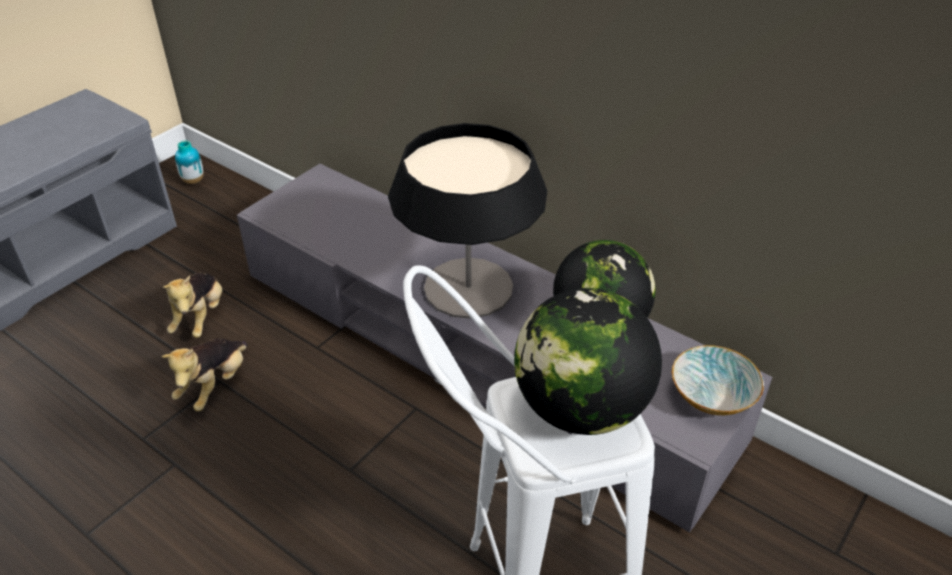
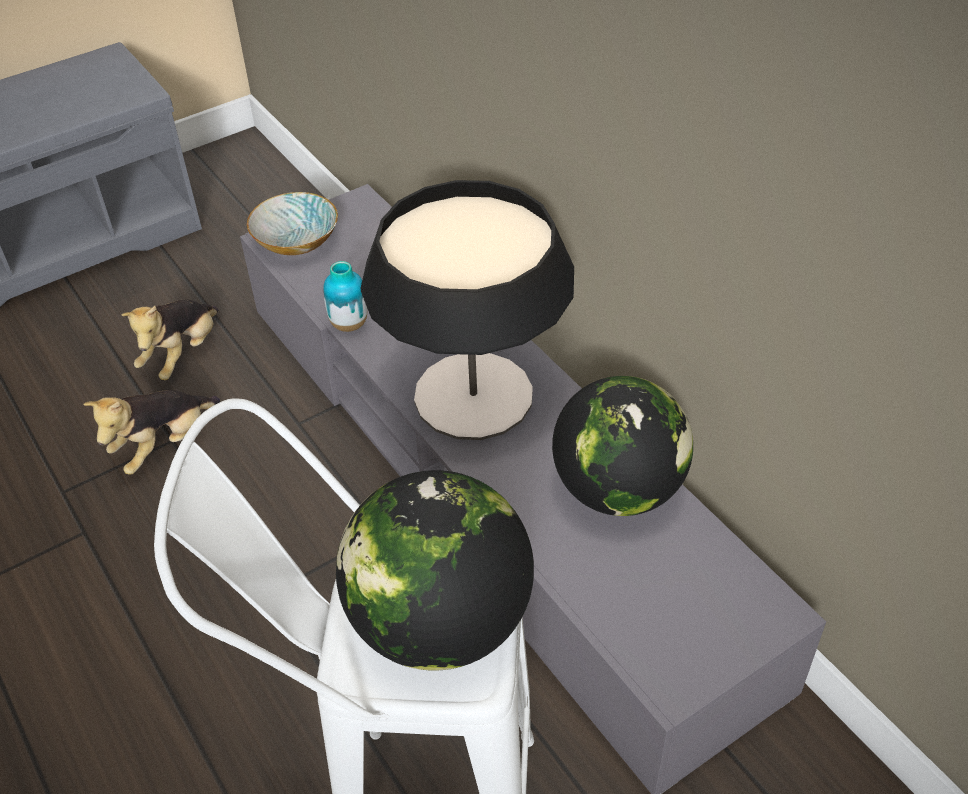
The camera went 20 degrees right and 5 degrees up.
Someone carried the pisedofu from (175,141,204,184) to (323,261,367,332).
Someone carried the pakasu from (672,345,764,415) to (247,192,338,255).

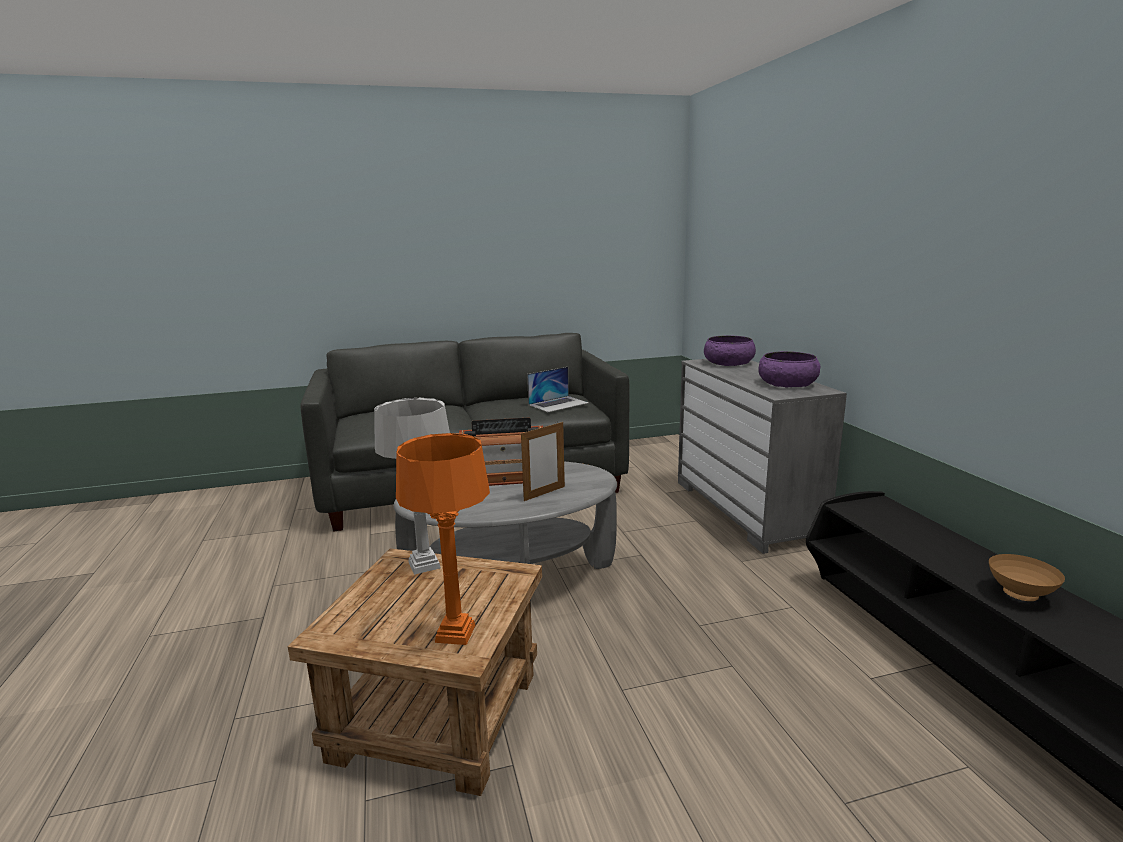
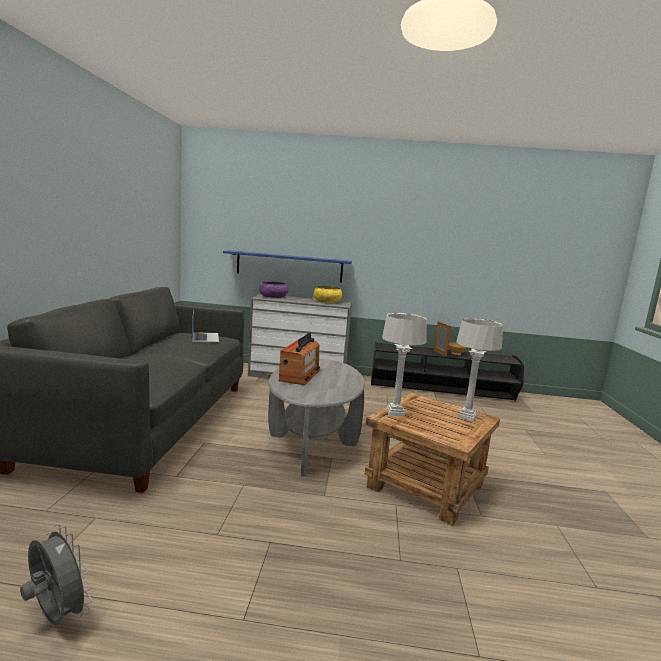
The camera went 70 degrees left and 5 degrees down.
Someone put down the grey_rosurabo at (20,524,92,626).
Someone put up the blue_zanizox at (223,250,352,283).
Someone carried the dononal from (521,421,565,501) to (434,322,451,356).
Someone repainted the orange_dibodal at (396,433,490,645), which became the grey_dibodal at (456,318,503,422).
Someone repainted the purple_pakasu at (759,351,820,387), which became the yellow_pakasu at (313,286,342,303).

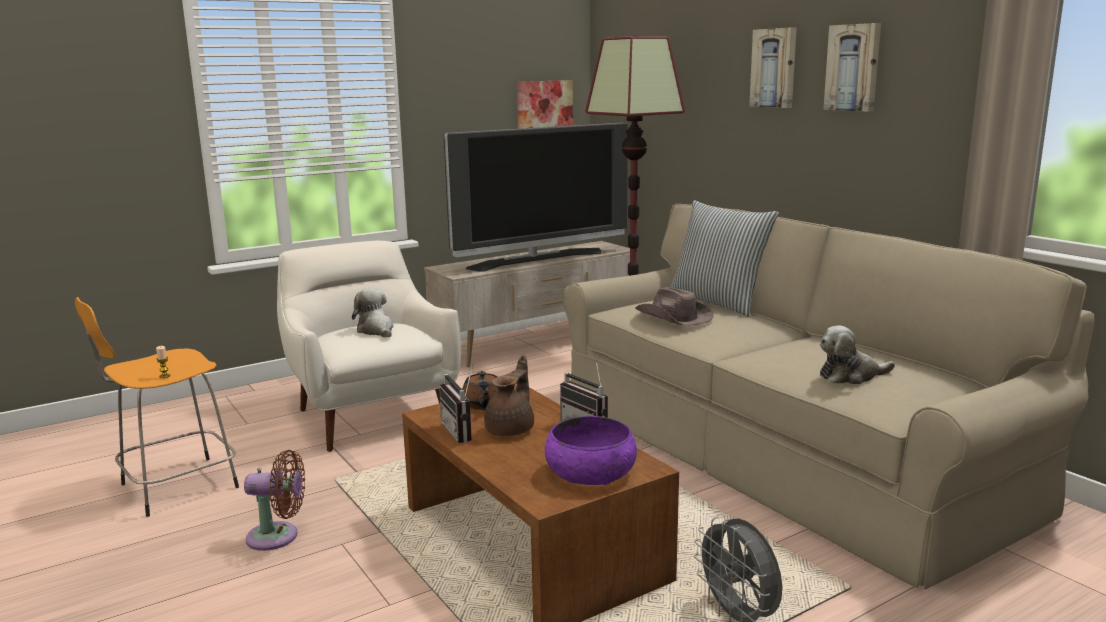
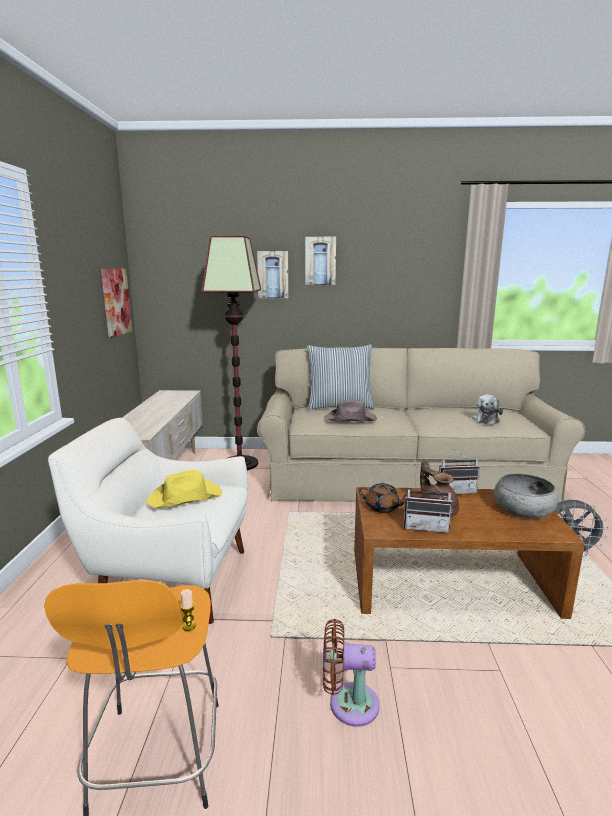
The camera went 55 degrees left and 0 degrees up.
Someone took away the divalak at (443,123,628,272).
Someone carried the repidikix from (823,23,881,112) to (257,251,289,298).
Someone swapped the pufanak at (352,288,394,338) for the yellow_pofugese at (146,470,222,508).
Someone repainted the purple_pakasu at (545,416,637,485), which became the grey_pakasu at (494,473,558,519).
Someone rotated the brown_rosurabo at (244,450,305,551) by 120 degrees counterclockwise.

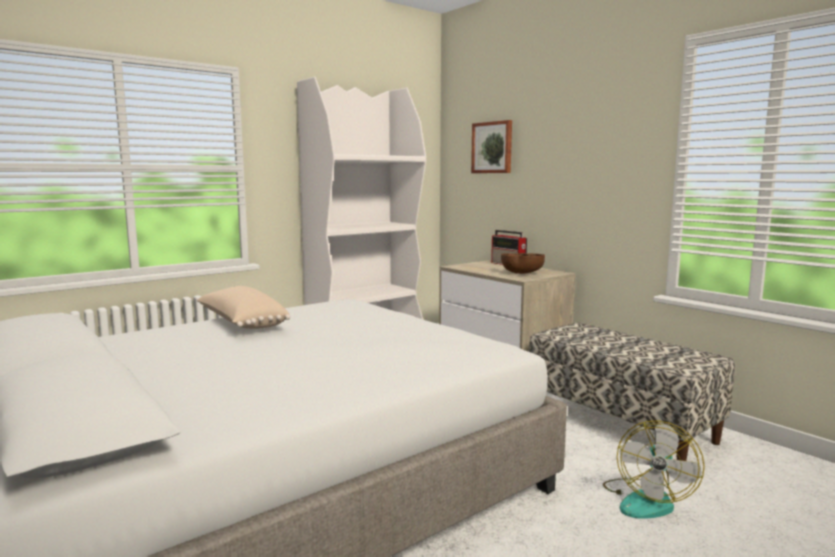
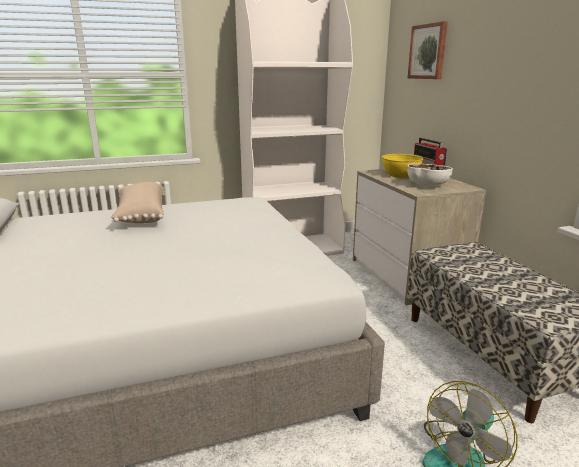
The camera went 20 degrees right and 10 degrees up.
Someone put down the yellow_pakasu at (382,154,423,178).
Someone repainted the brown_pakasu at (501,253,545,274), which became the white_pakasu at (407,164,453,186).

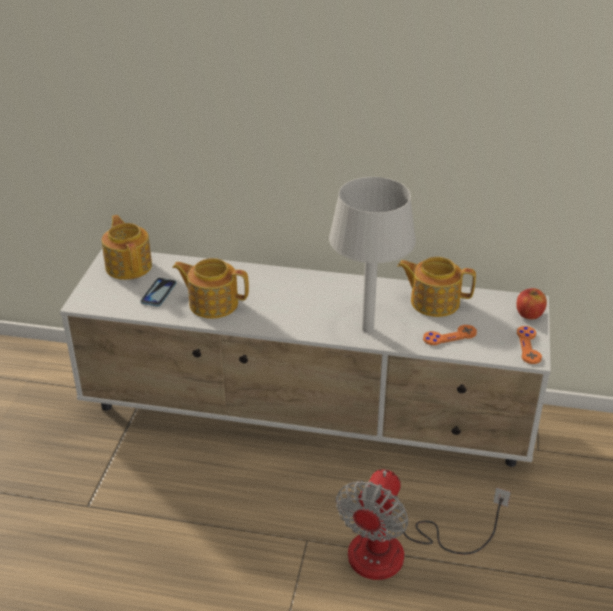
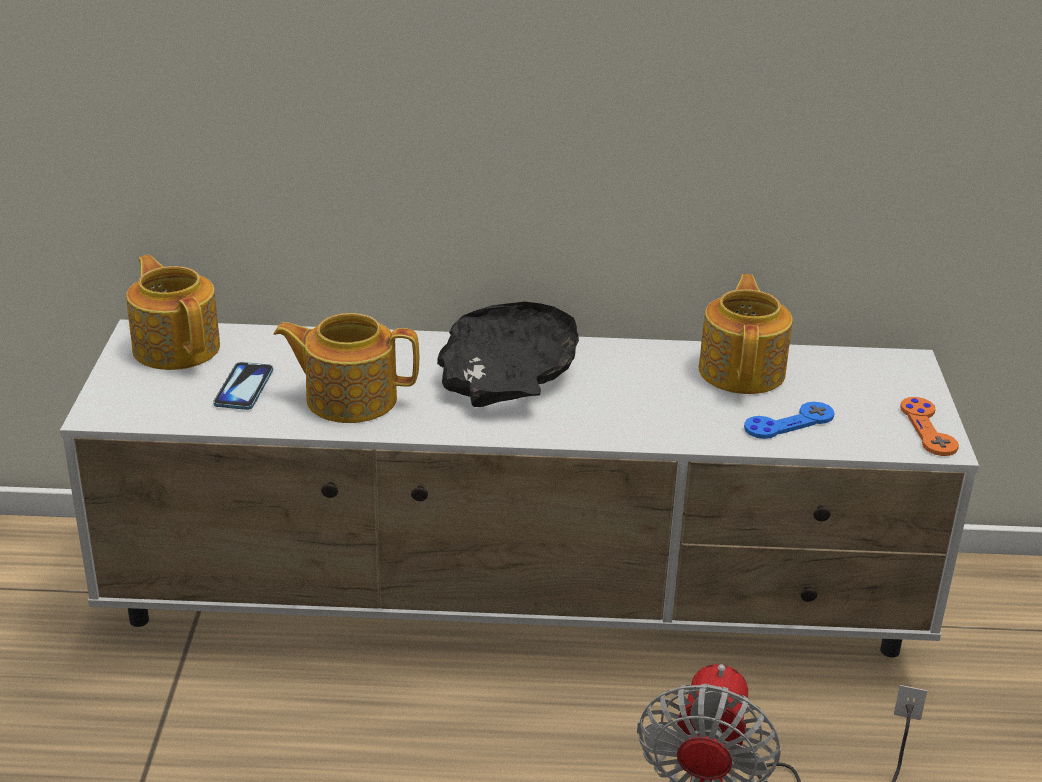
The camera went 10 degrees left and 5 degrees down.
Someone took away the grey_dibodal at (329,177,416,333).
Someone took away the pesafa at (516,288,547,320).
Someone put down the black_pakasu at (437,302,579,407).
Someone repainted the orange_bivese at (423,325,477,345), which became the blue_bivese at (744,402,835,439).
Someone rotated the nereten at (397,257,476,317) by 90 degrees clockwise.

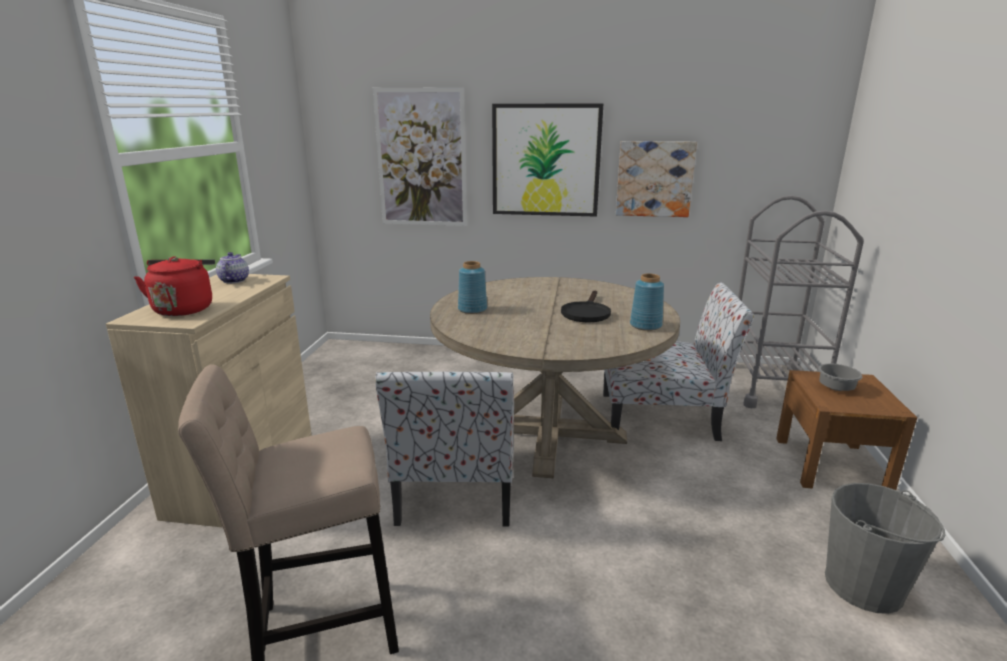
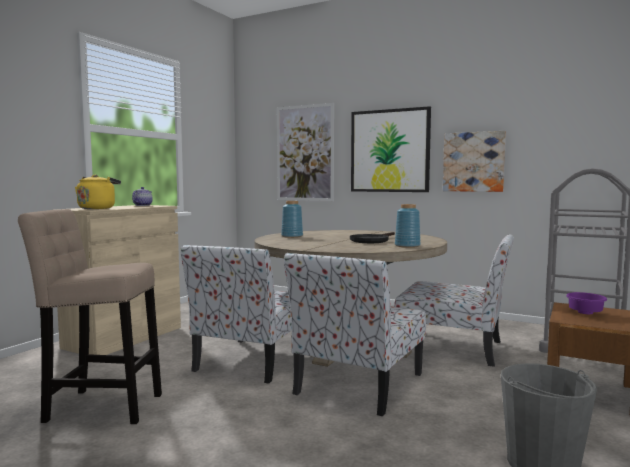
The camera went 20 degrees right and 15 degrees down.
Someone put down the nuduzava at (284,253,426,416).
Someone repainted the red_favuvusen at (134,256,215,316), which became the yellow_favuvusen at (75,175,121,209).
Someone repainted the grey_pakasu at (818,364,862,391), which became the purple_pakasu at (566,292,607,314).

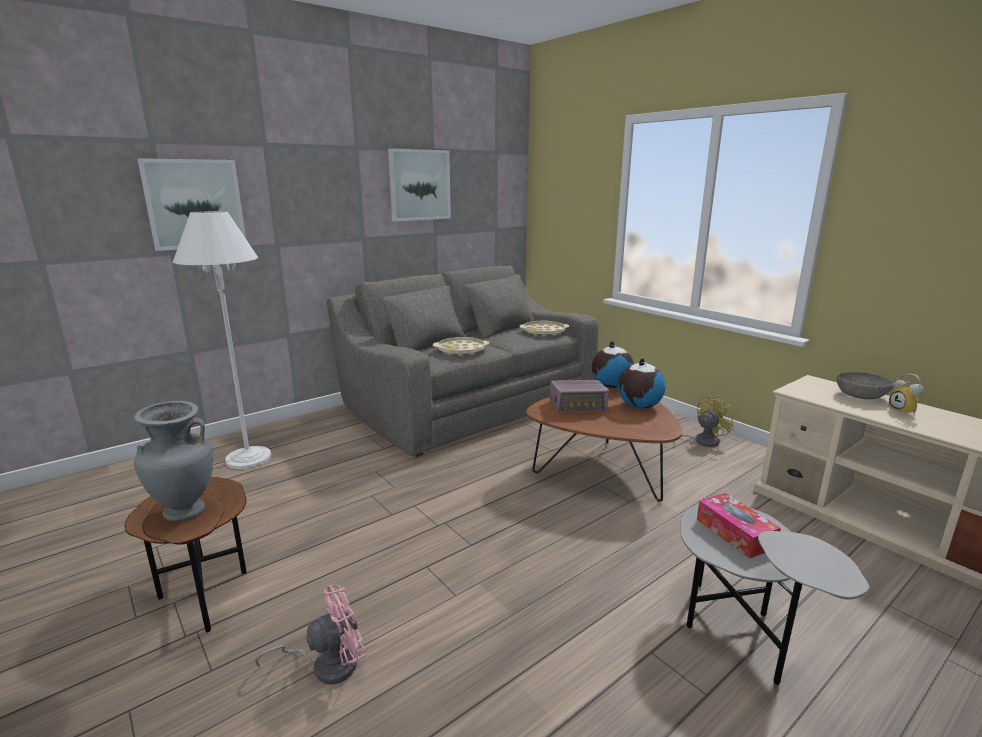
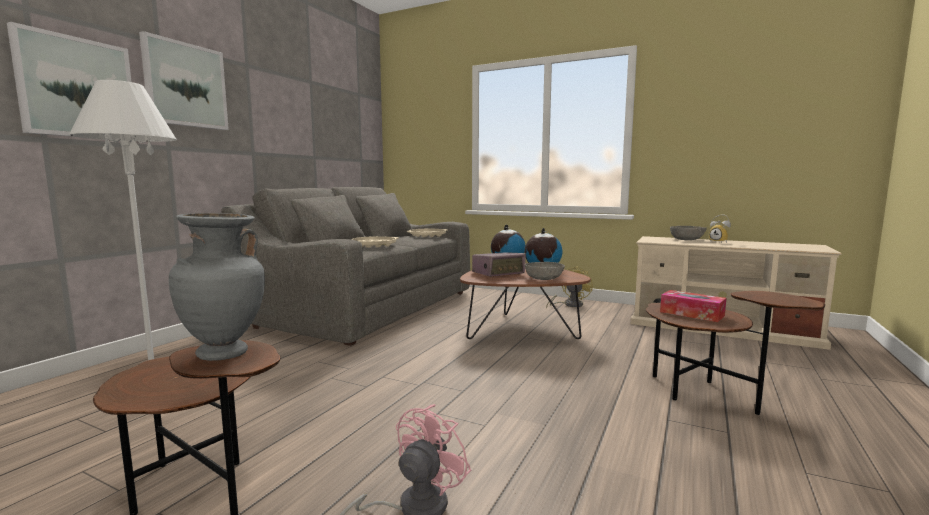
The camera went 25 degrees left and 10 degrees down.
Someone put down the grey_pakasu at (525,262,565,280).
Someone carried the repidikix from (388,148,451,221) to (139,31,229,130).
Someone repainted the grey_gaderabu at (680,503,869,685), which became the brown_gaderabu at (646,291,825,415).

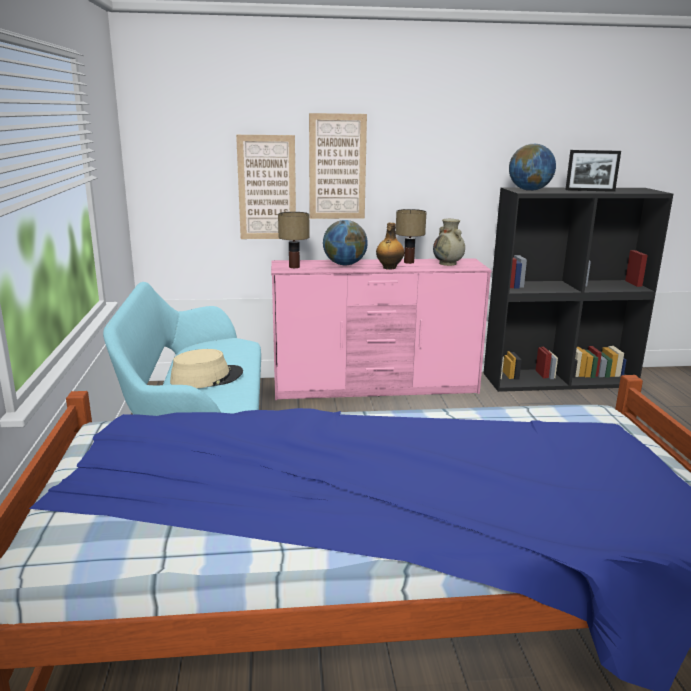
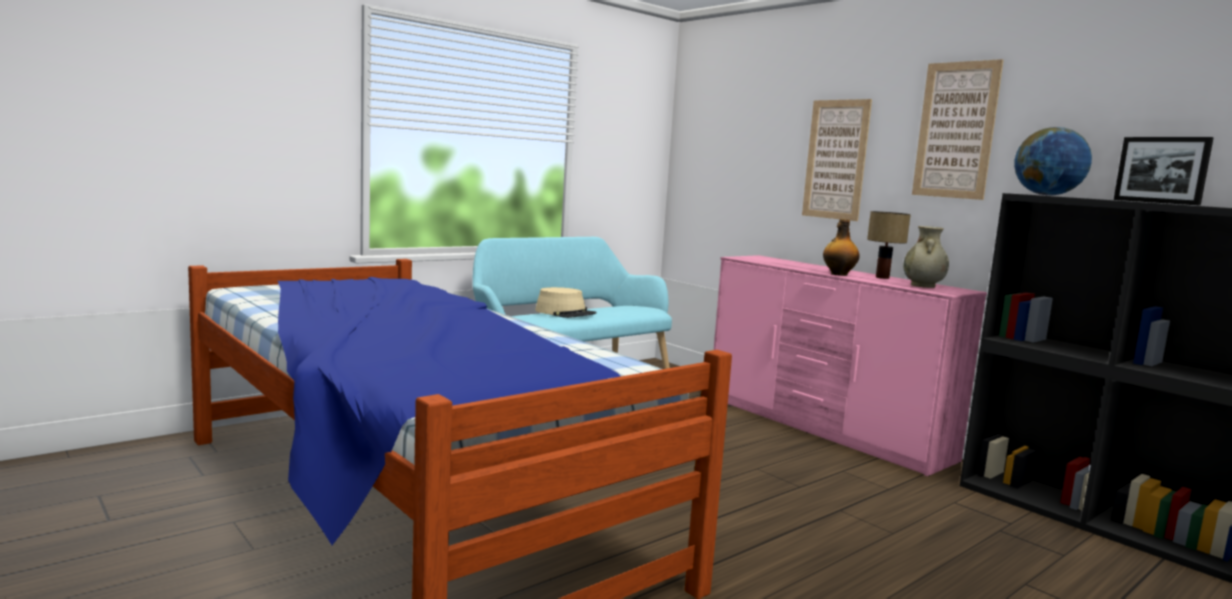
The camera went 55 degrees right and 10 degrees down.
Someone took away the dibodal at (278,212,310,268).
Someone took away the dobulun at (323,220,368,265).
Someone carried the repidikix from (236,135,296,239) to (912,59,1003,200).

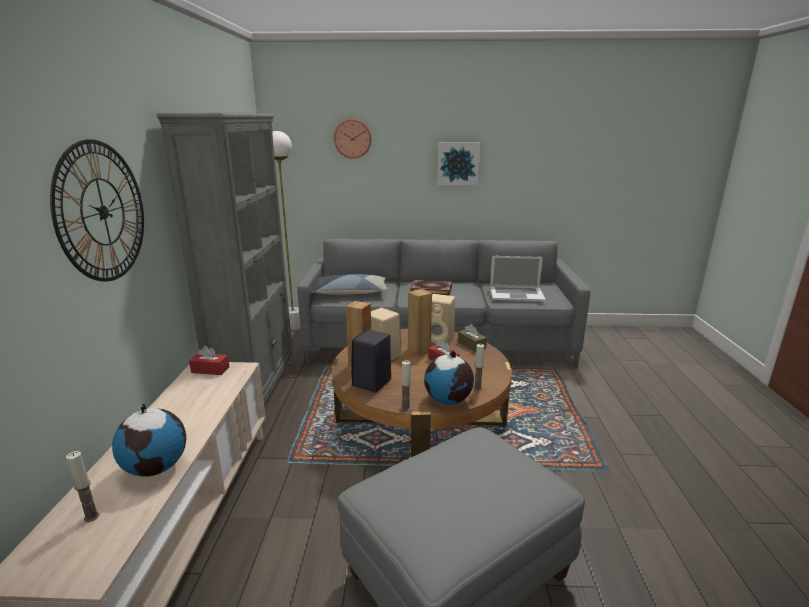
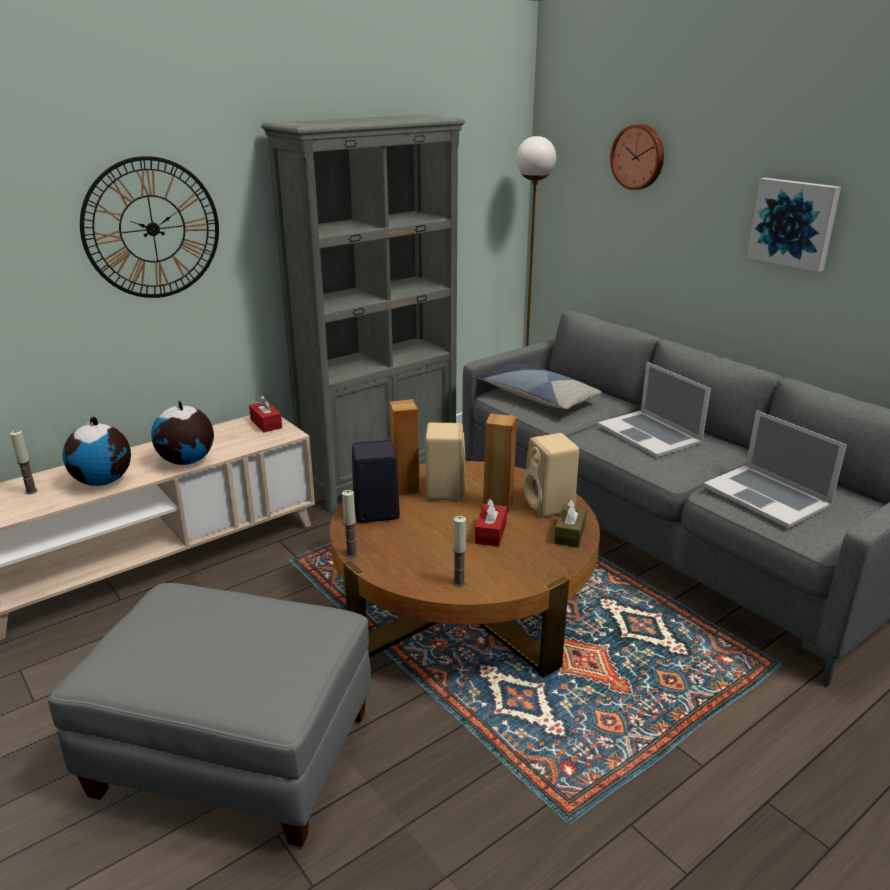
The camera went 50 degrees right and 5 degrees up.
Someone carried the dobulun from (424,351,474,405) to (151,400,214,465).
Someone swapped the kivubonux at (410,280,452,295) for the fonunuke at (598,362,711,458).

